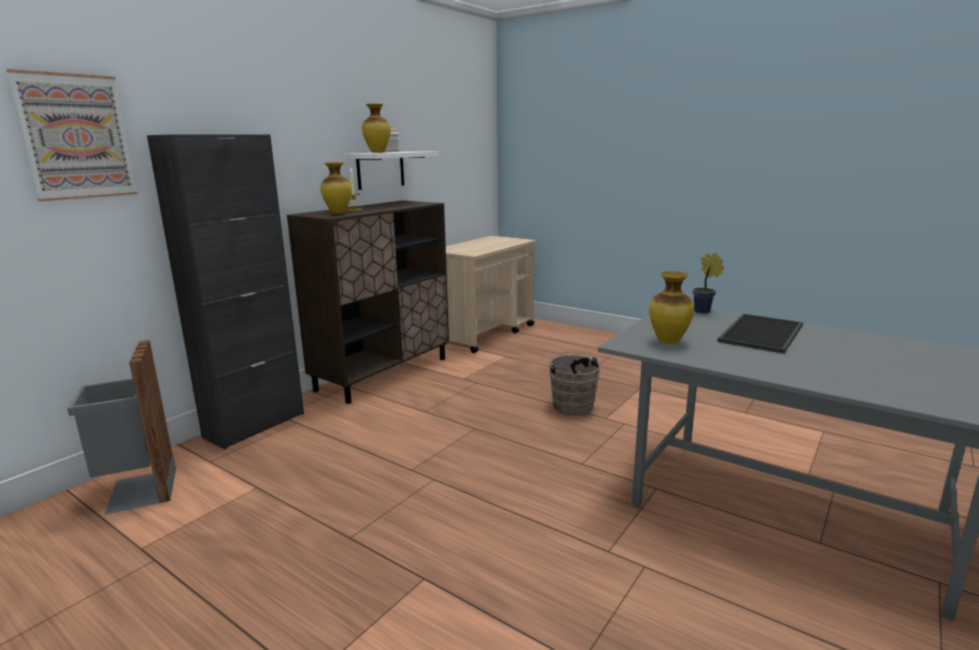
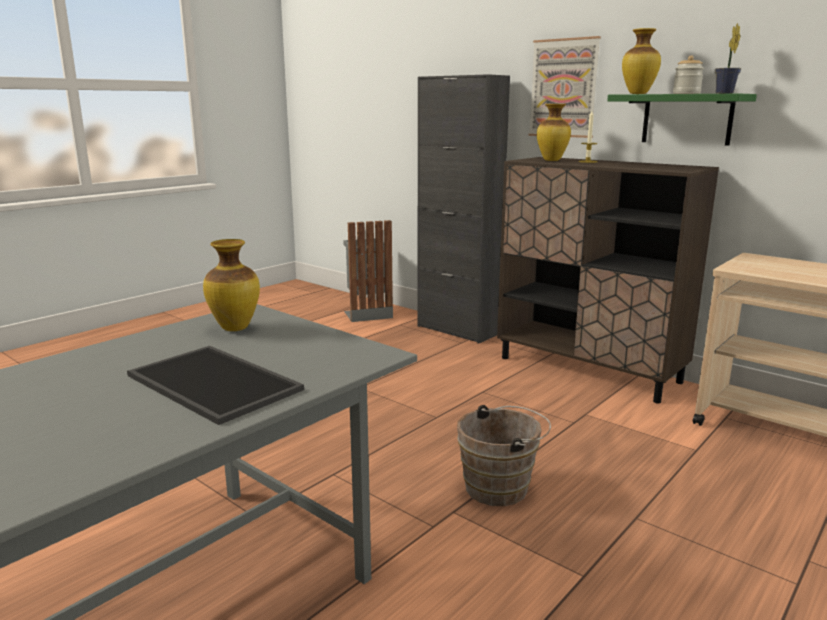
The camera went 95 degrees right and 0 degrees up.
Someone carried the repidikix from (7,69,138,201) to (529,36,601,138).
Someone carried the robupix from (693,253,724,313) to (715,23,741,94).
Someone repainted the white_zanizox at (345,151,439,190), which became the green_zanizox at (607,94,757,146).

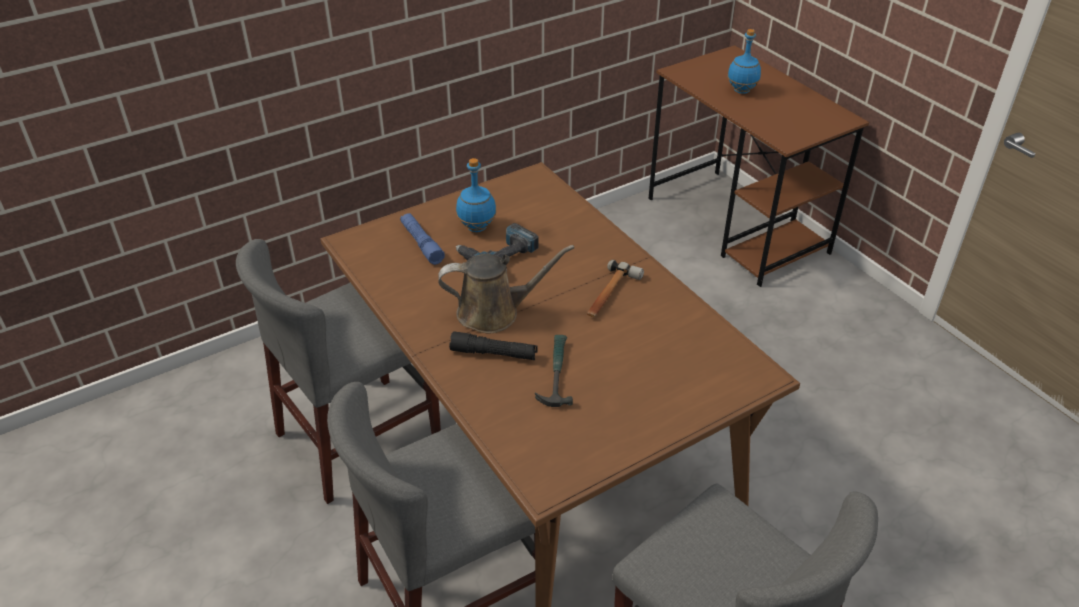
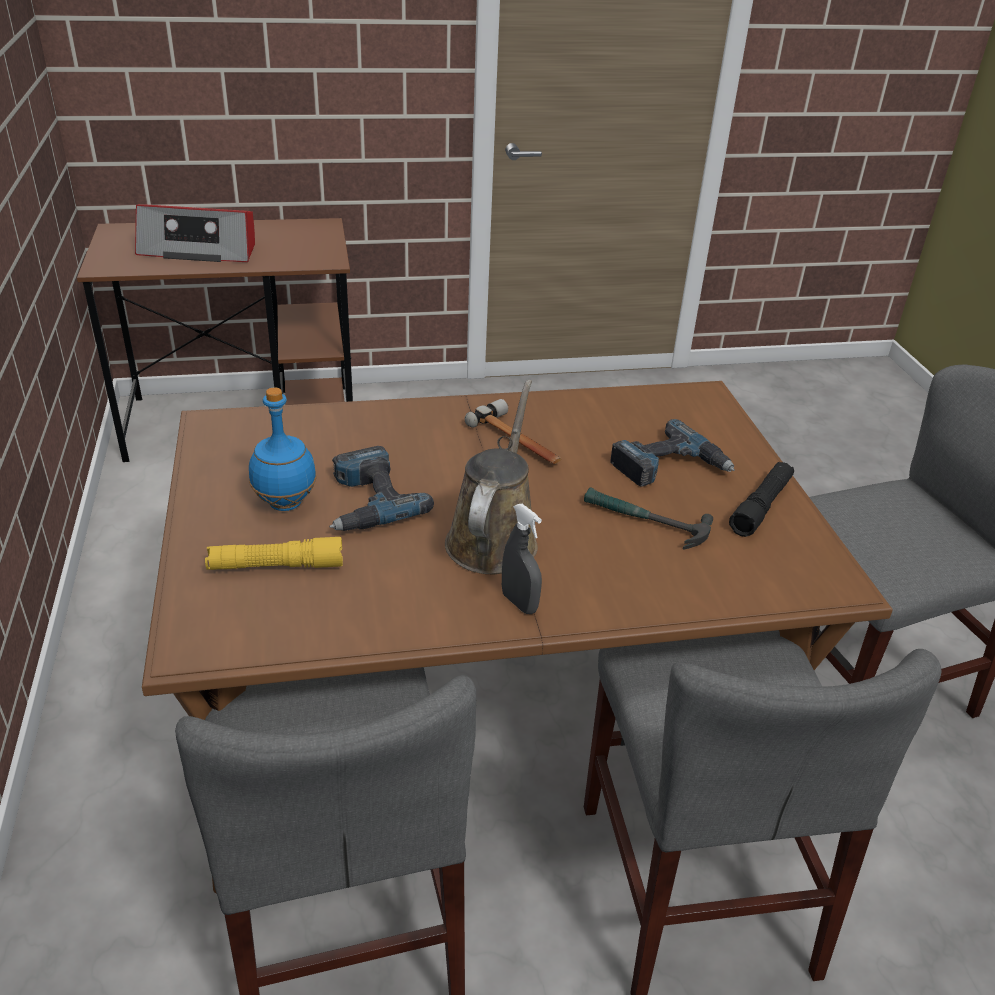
The camera went 70 degrees left and 5 degrees down.
Someone put down the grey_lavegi at (502,504,542,614).
Someone put down the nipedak at (610,419,735,487).
Someone carried the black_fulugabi from (449,331,538,360) to (729,462,794,537).
Someone swapped the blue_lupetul at (728,29,761,94) for the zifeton at (135,204,255,262).
Someone repainted the blue_fulugabi at (400,213,445,265), which became the yellow_fulugabi at (205,537,343,570).

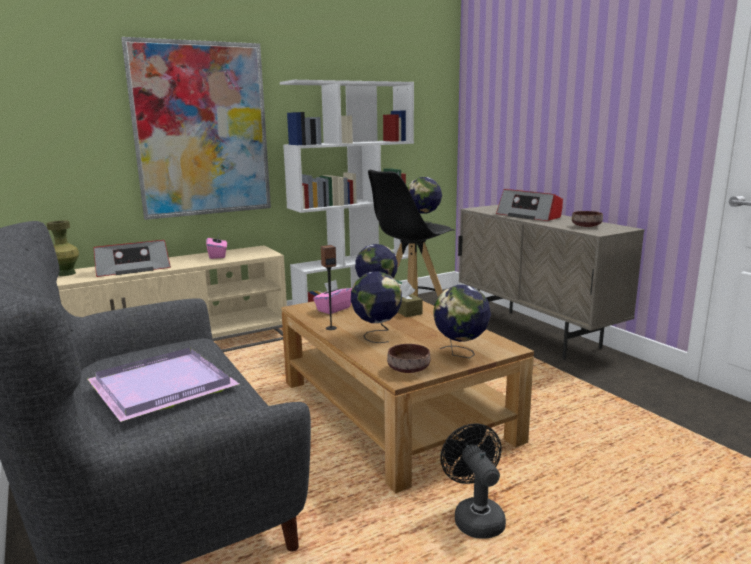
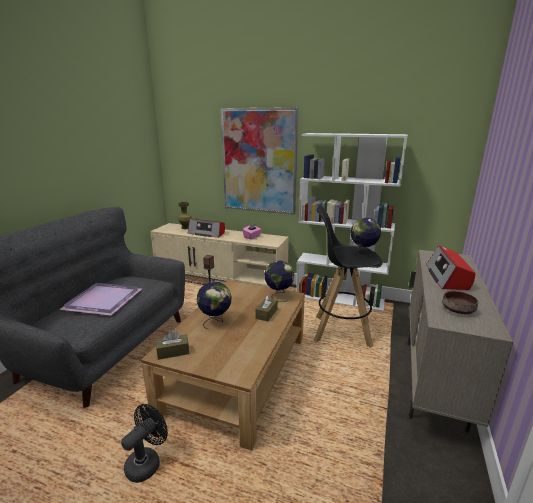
The camera went 50 degrees right and 5 degrees up.
Someone took away the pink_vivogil at (313,280,352,314).
Someone took away the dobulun at (433,285,491,358).
Someone swapped the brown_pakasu at (387,344,430,373) for the brown_vivogil at (156,331,189,360).

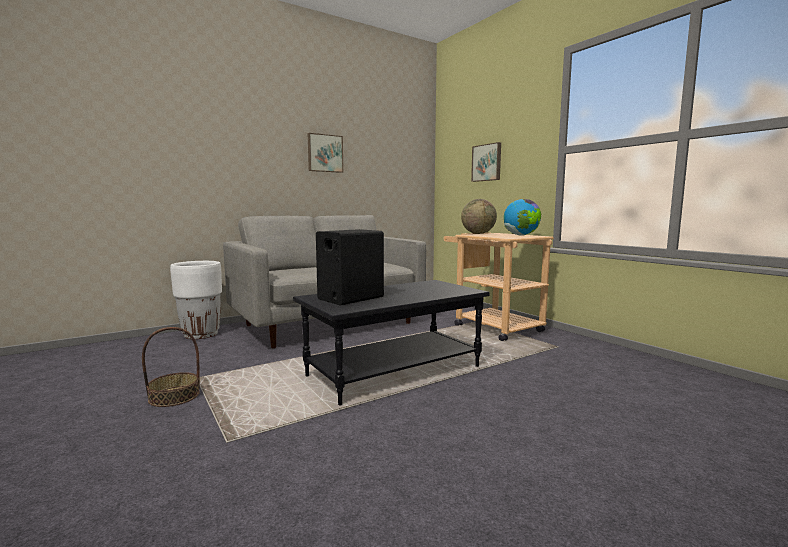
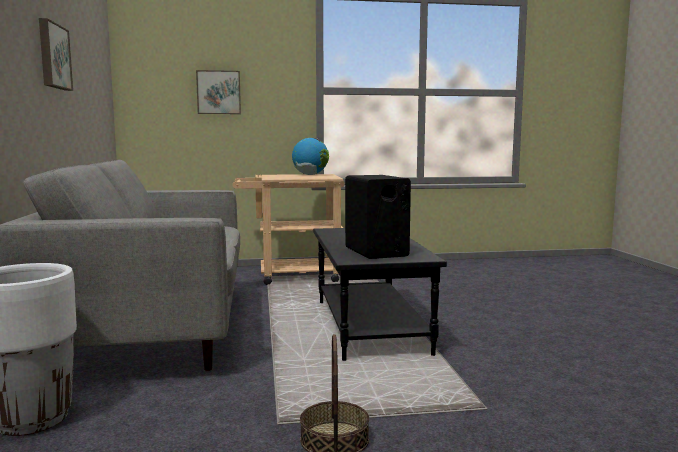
The camera went 65 degrees left and 0 degrees up.
Someone took away the dobulun at (461,199,497,234).

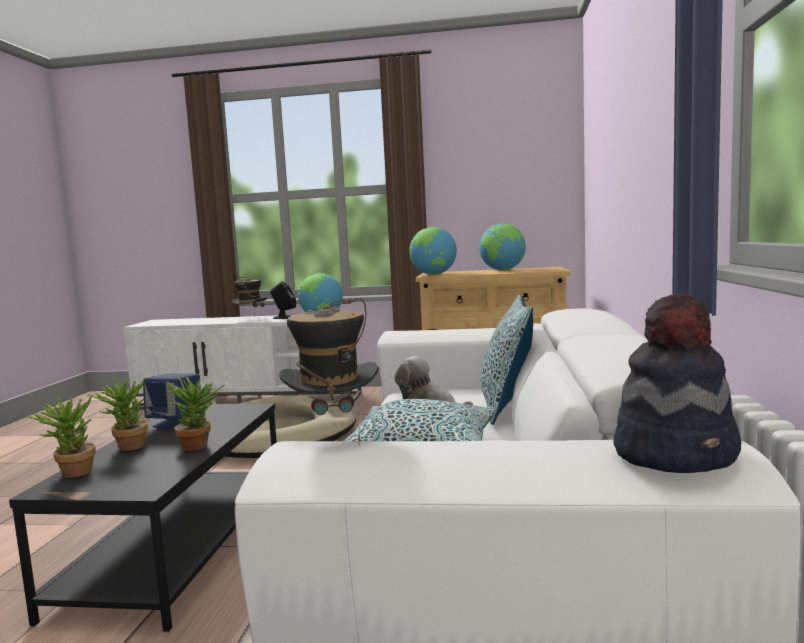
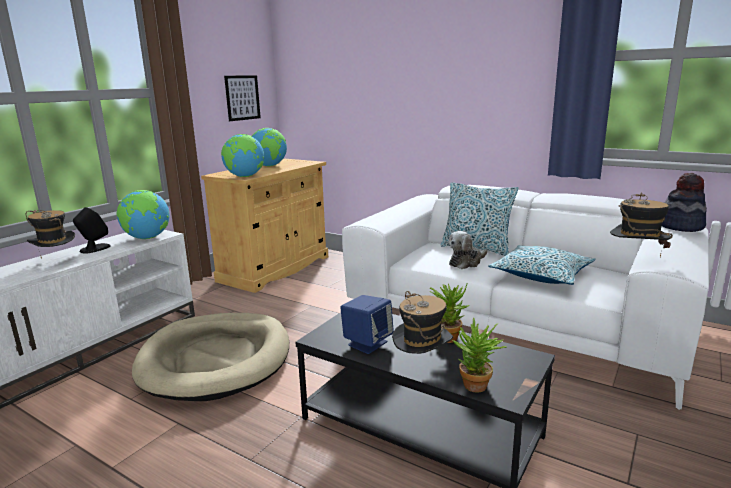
The camera went 65 degrees left and 10 degrees up.
Someone put up the repidikix at (224,75,261,121).
Someone swapped the robupix at (87,376,148,451) for the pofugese at (392,291,453,354).

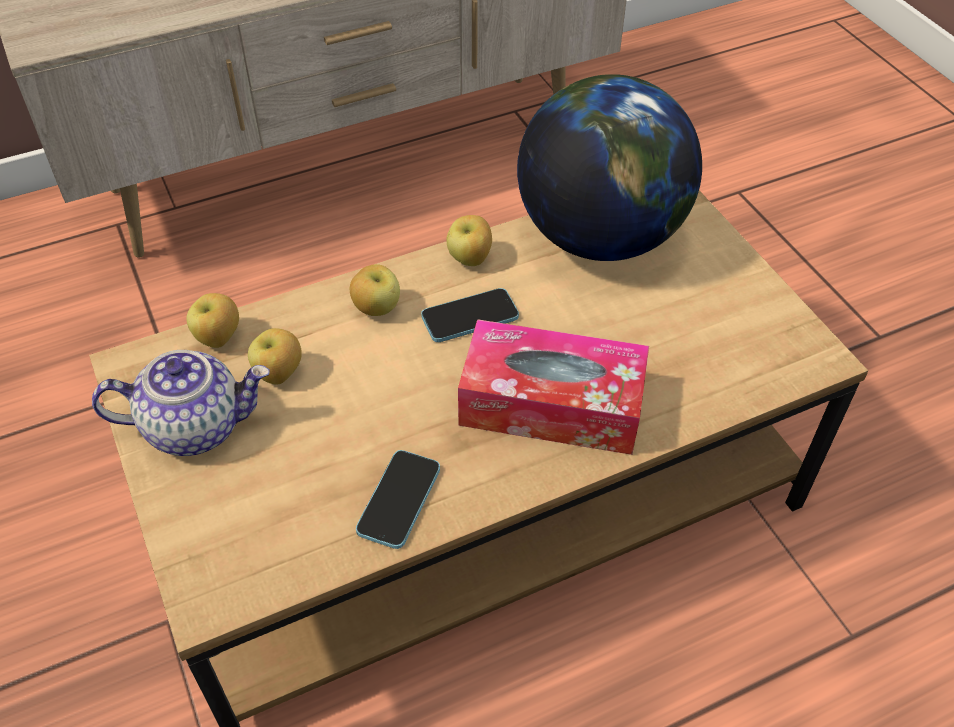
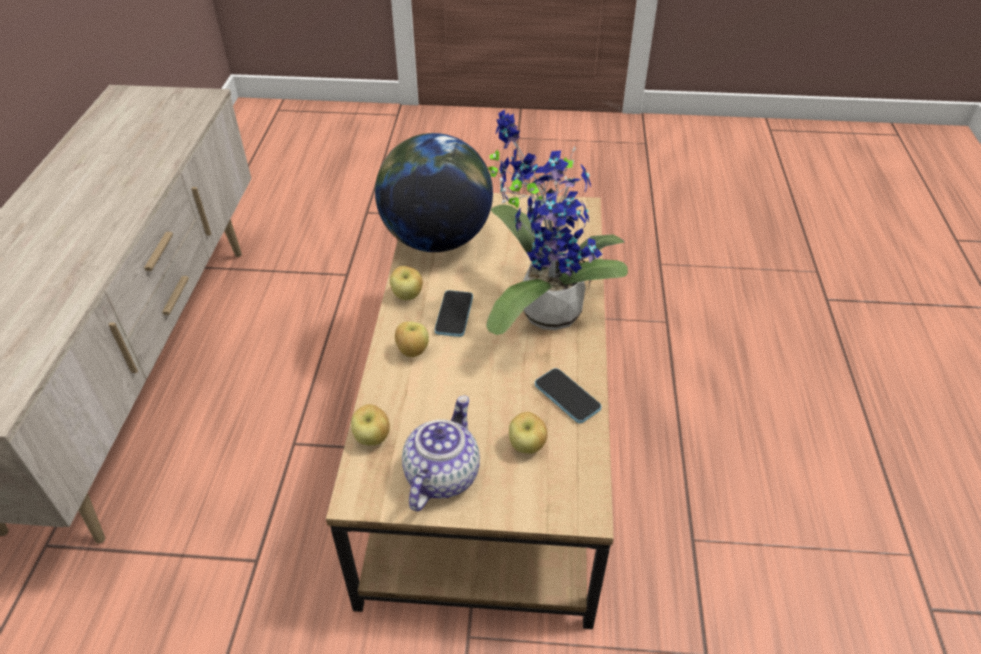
The camera went 60 degrees left and 5 degrees down.
Someone carried the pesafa from (248,328,302,384) to (509,412,547,454).
Someone swapped the vivogil at (458,319,649,455) for the robupix at (486,110,628,335).

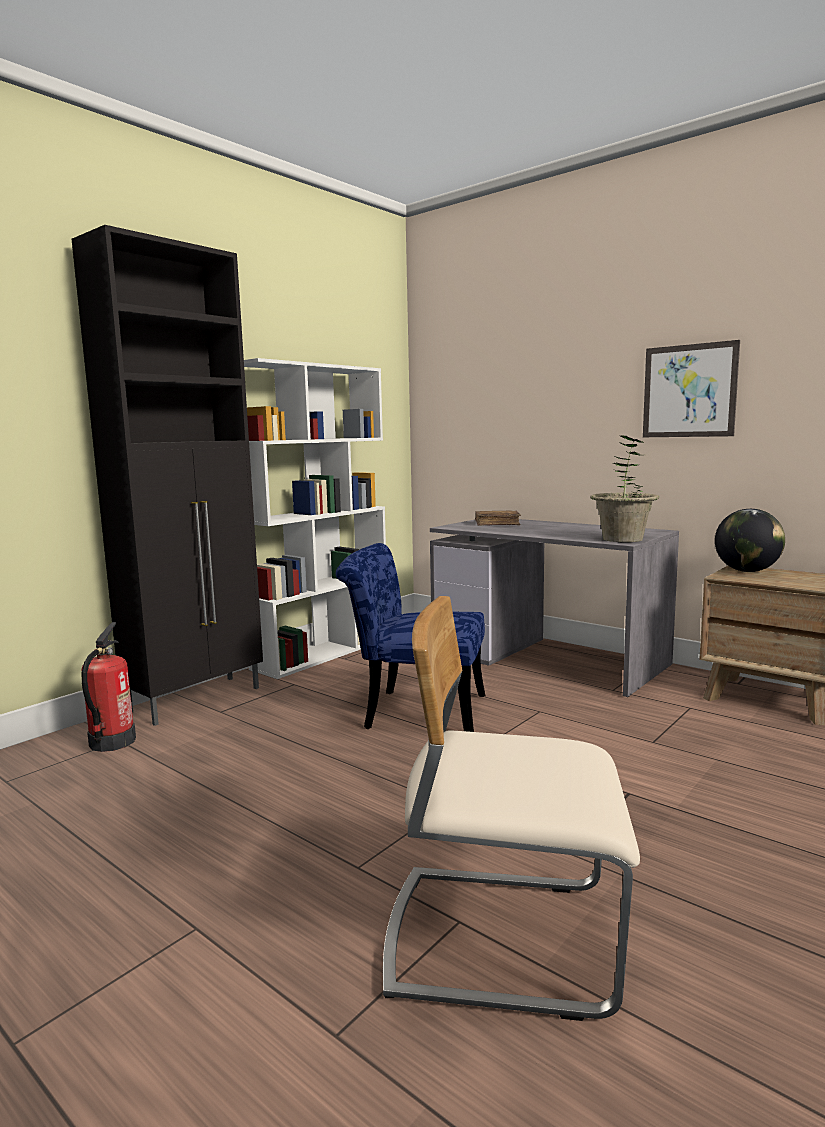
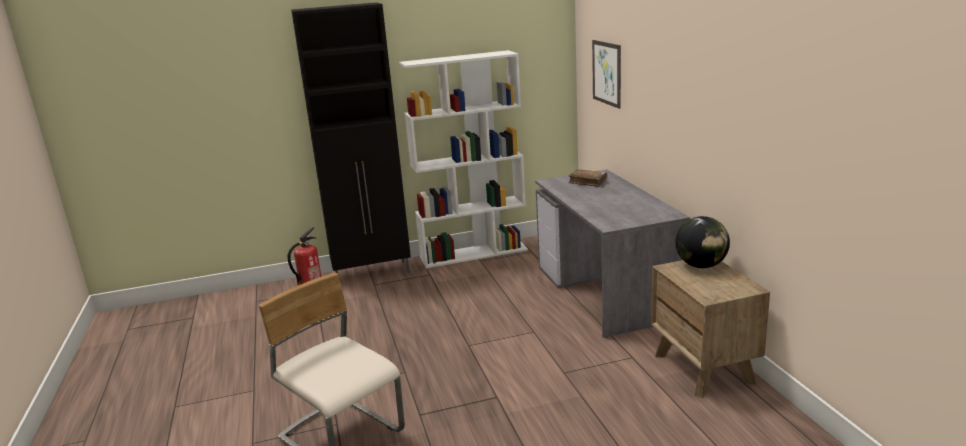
The camera went 35 degrees right and 10 degrees up.
Someone took away the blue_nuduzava at (336,543,485,732).
Someone took away the robupix at (590,436,659,542).
Someone carried the repidikix from (643,340,740,437) to (592,40,621,109).

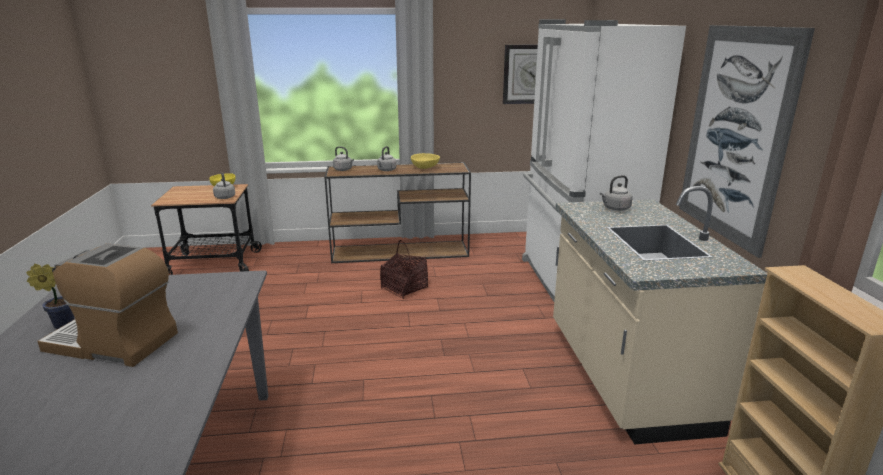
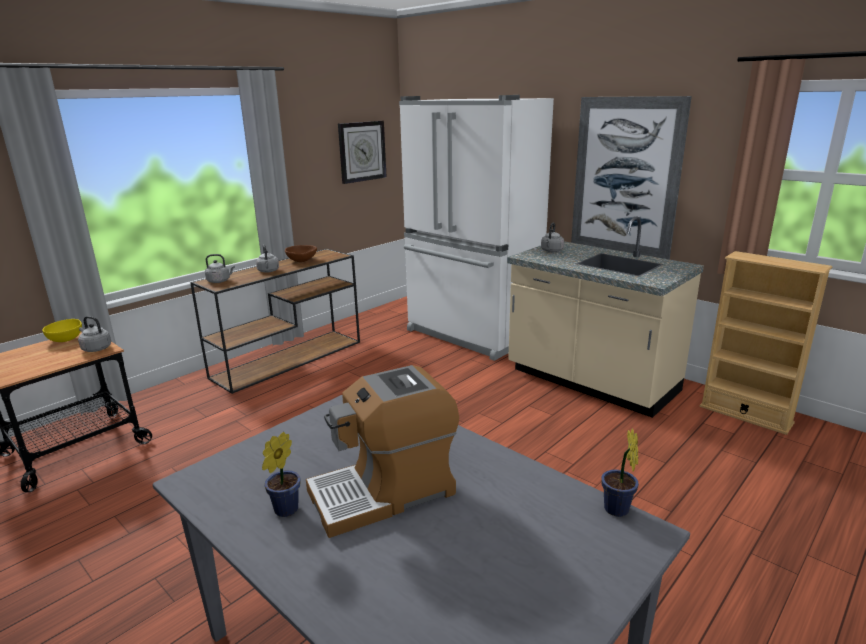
The camera went 40 degrees left and 0 degrees up.
Someone took away the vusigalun at (380,240,428,299).
Someone put down the robupix at (601,428,639,517).
Someone repainted the yellow_pakasu at (411,153,440,169), which became the brown_pakasu at (285,245,317,262).

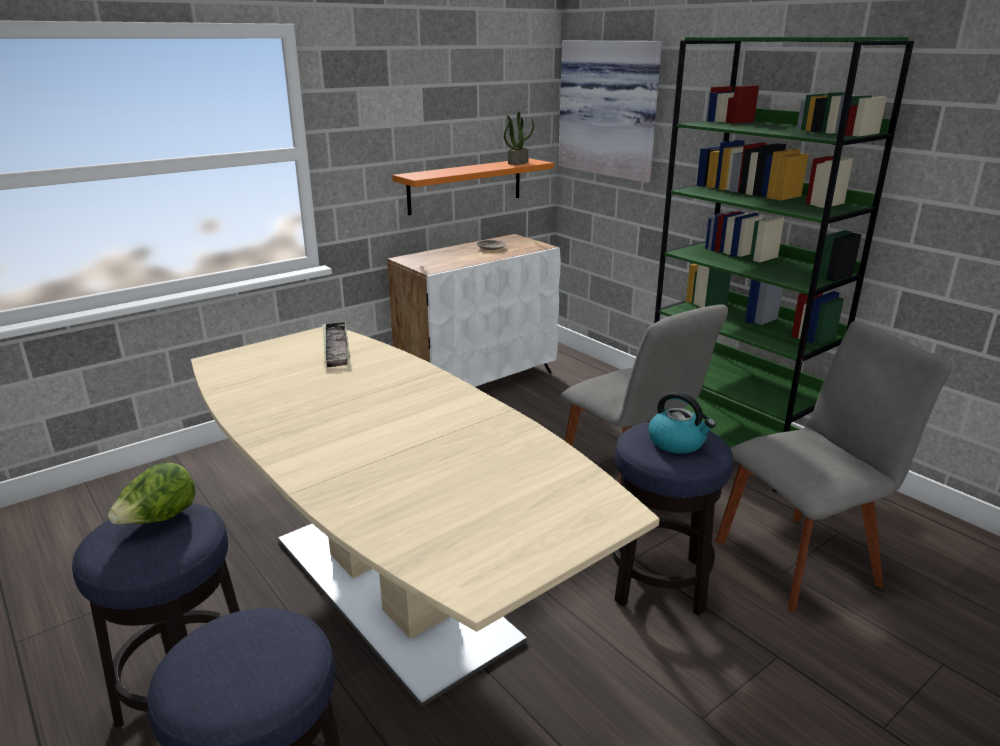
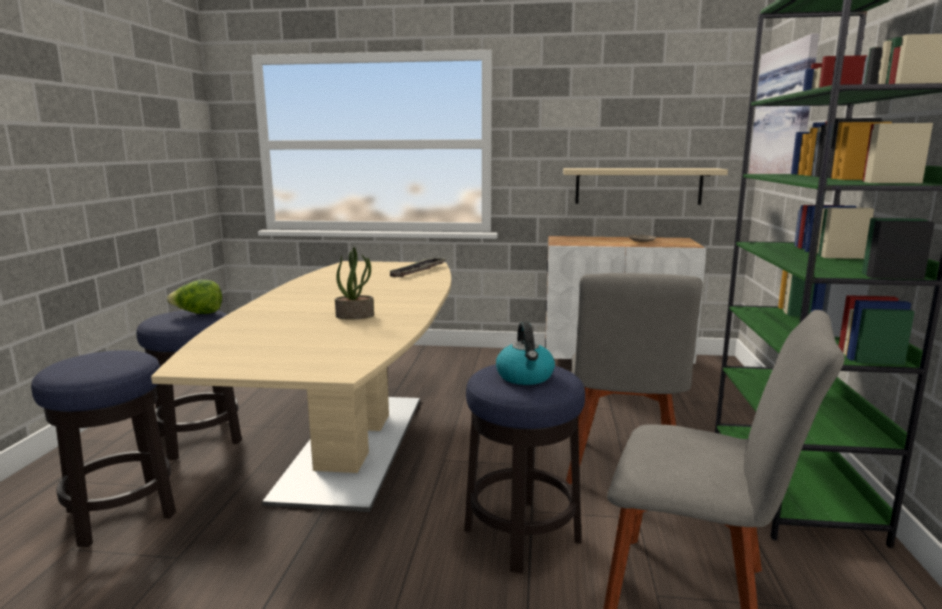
The camera went 45 degrees right and 10 degrees down.
Someone carried the robupix from (504,112,534,165) to (335,247,374,320).
Someone repainted the orange_zanizox at (392,158,554,215), which became the beige_zanizox at (563,168,728,205).

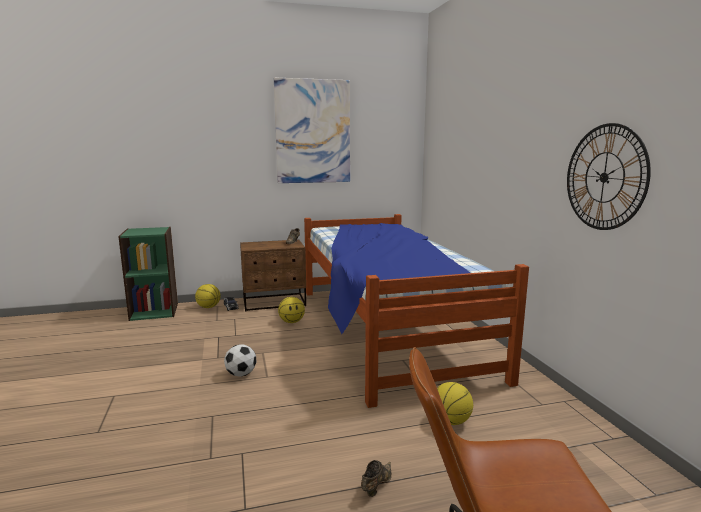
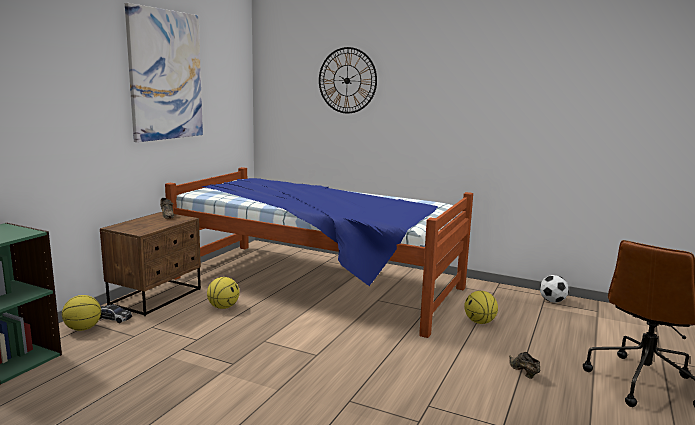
The camera went 50 degrees left and 0 degrees up.
Someone carried the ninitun from (224,344,256,377) to (540,275,569,303).
Someone carried the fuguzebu from (567,123,651,230) to (319,47,377,113).

